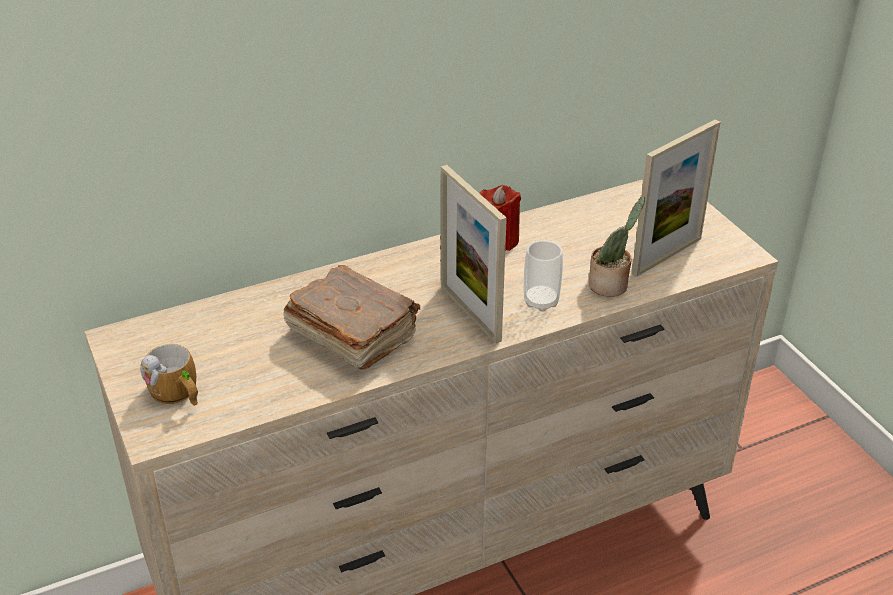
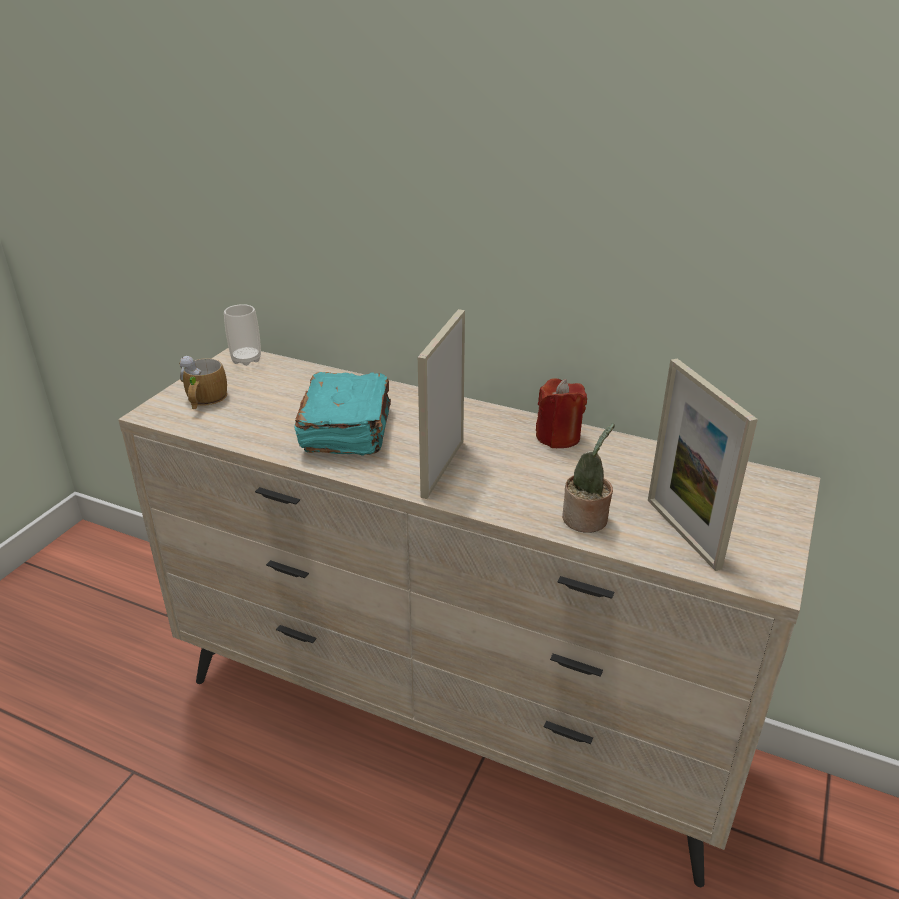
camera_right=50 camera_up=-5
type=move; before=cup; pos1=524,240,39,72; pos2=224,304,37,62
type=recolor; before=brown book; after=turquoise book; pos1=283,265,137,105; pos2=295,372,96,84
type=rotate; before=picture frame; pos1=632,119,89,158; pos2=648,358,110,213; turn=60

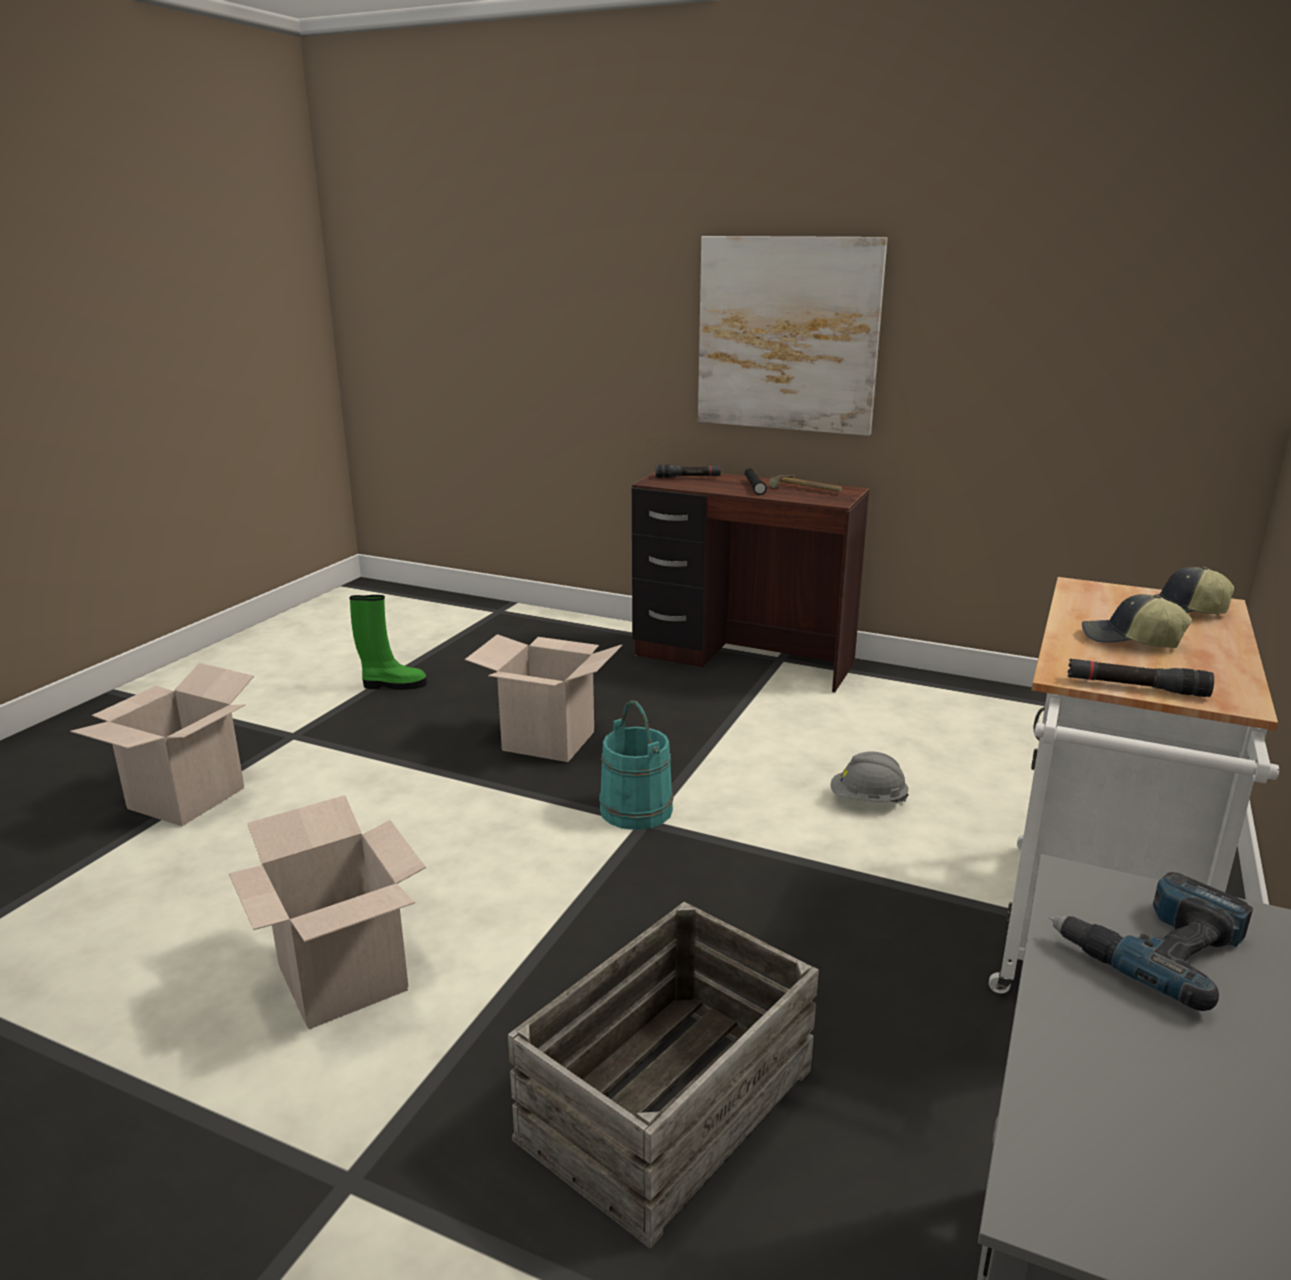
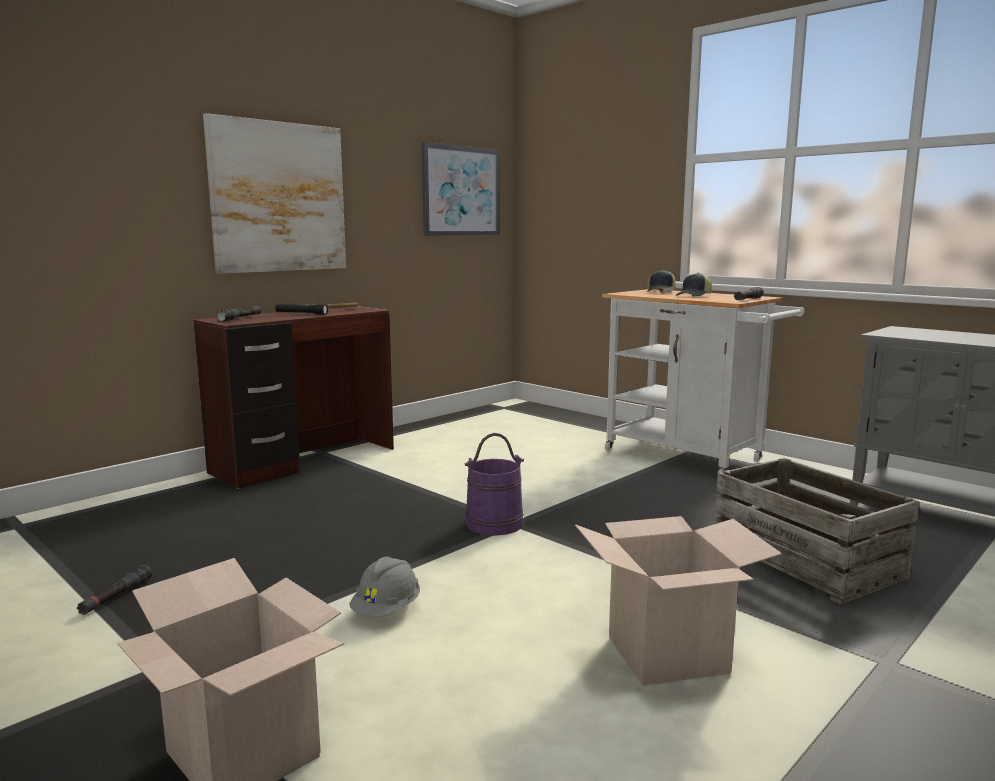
camera_right=-70 camera_up=-10
type=delete; before=cardboard box; pos1=465,634,157,128
type=delete; before=power drill; pos1=1049,872,204,139
type=insert; after=picture; pos2=422,142,78,94
type=move; before=grey hard hat; pos1=831,751,78,52; pos2=349,557,71,60
type=replace; before=green boot; after=black flashlight; pos1=350,595,77,95; pos2=77,565,75,50
type=recolor; before=turquoise bucket; after=purple bucket; pos1=599,700,74,130; pos2=464,433,60,103

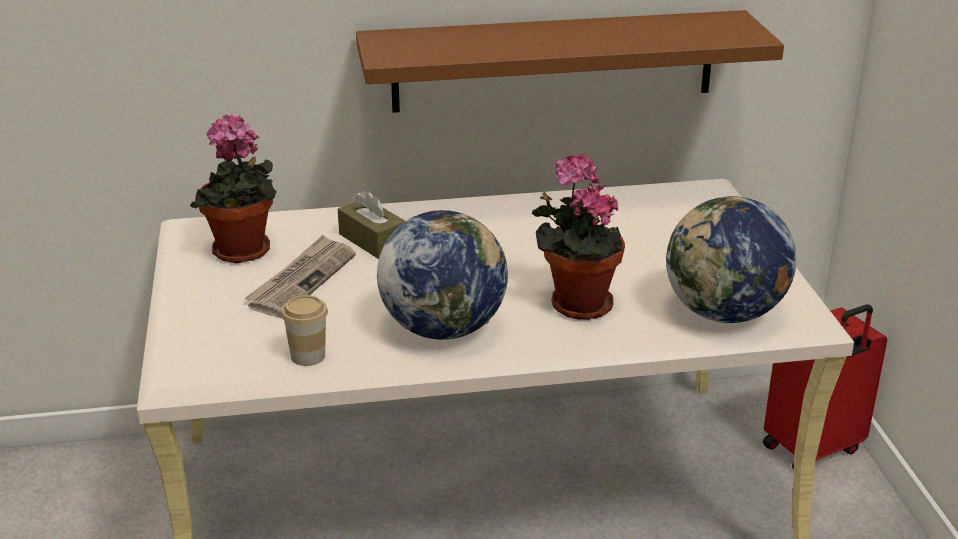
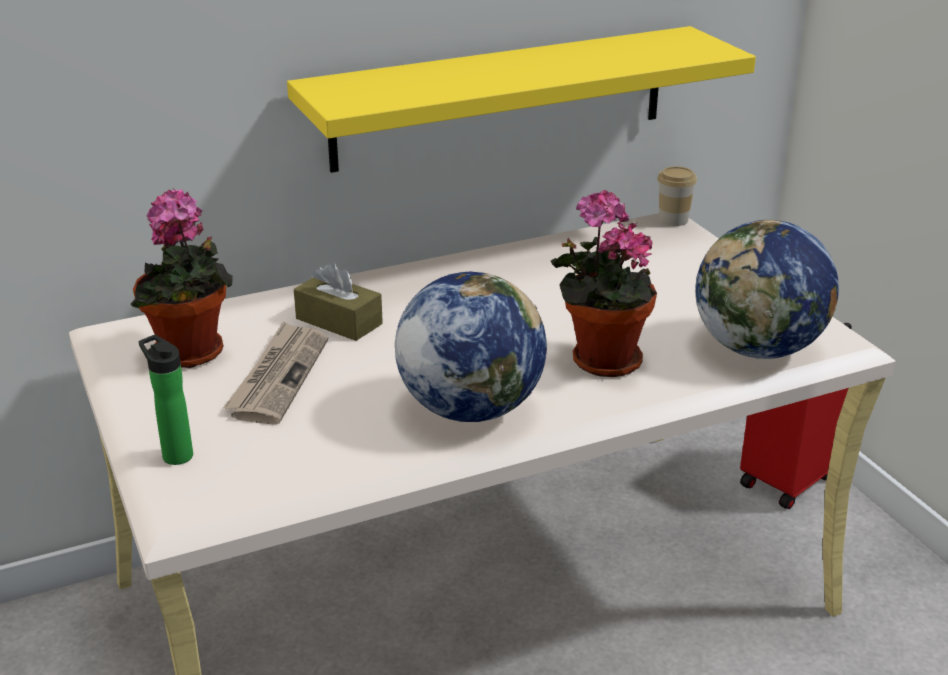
camera_right=-15 camera_up=0
type=insert; after=bottle; pos2=139,335,54,130
type=move; before=cup; pos1=281,295,47,71; pos2=657,166,40,60
type=recolor; before=brown shelf; after=yellow shelf; pos1=356,10,428,103; pos2=287,26,469,147

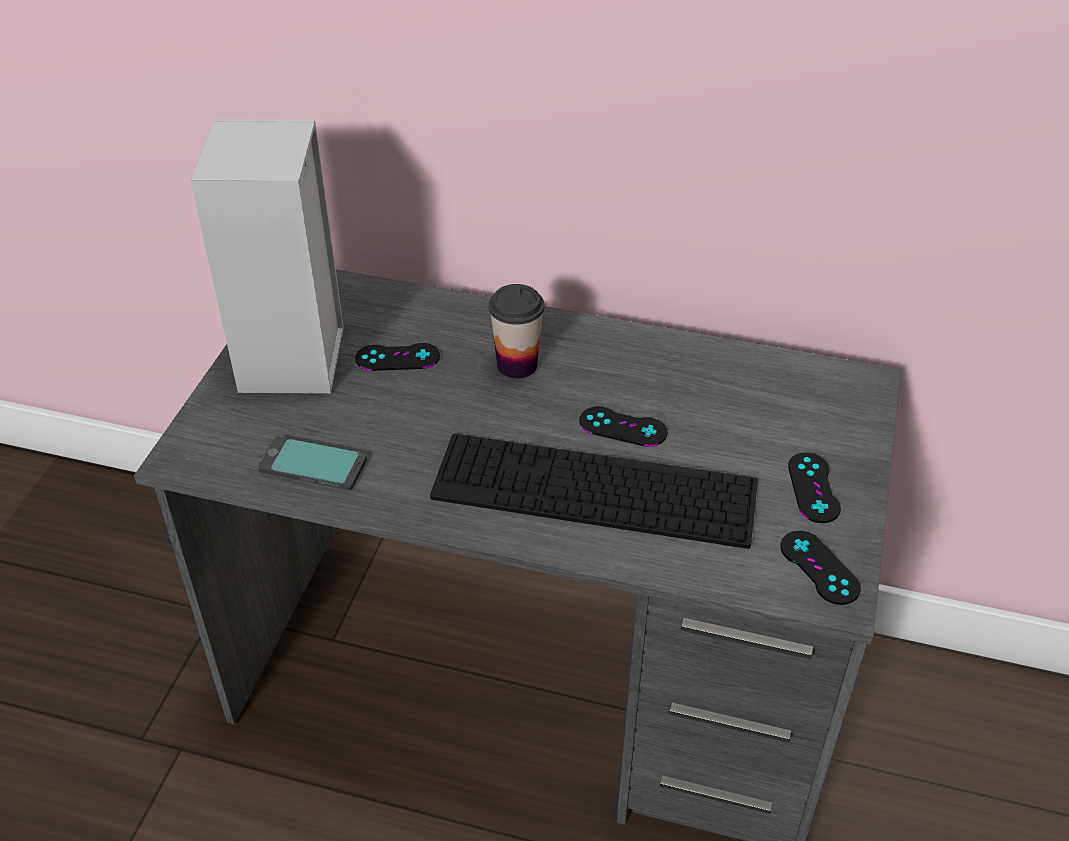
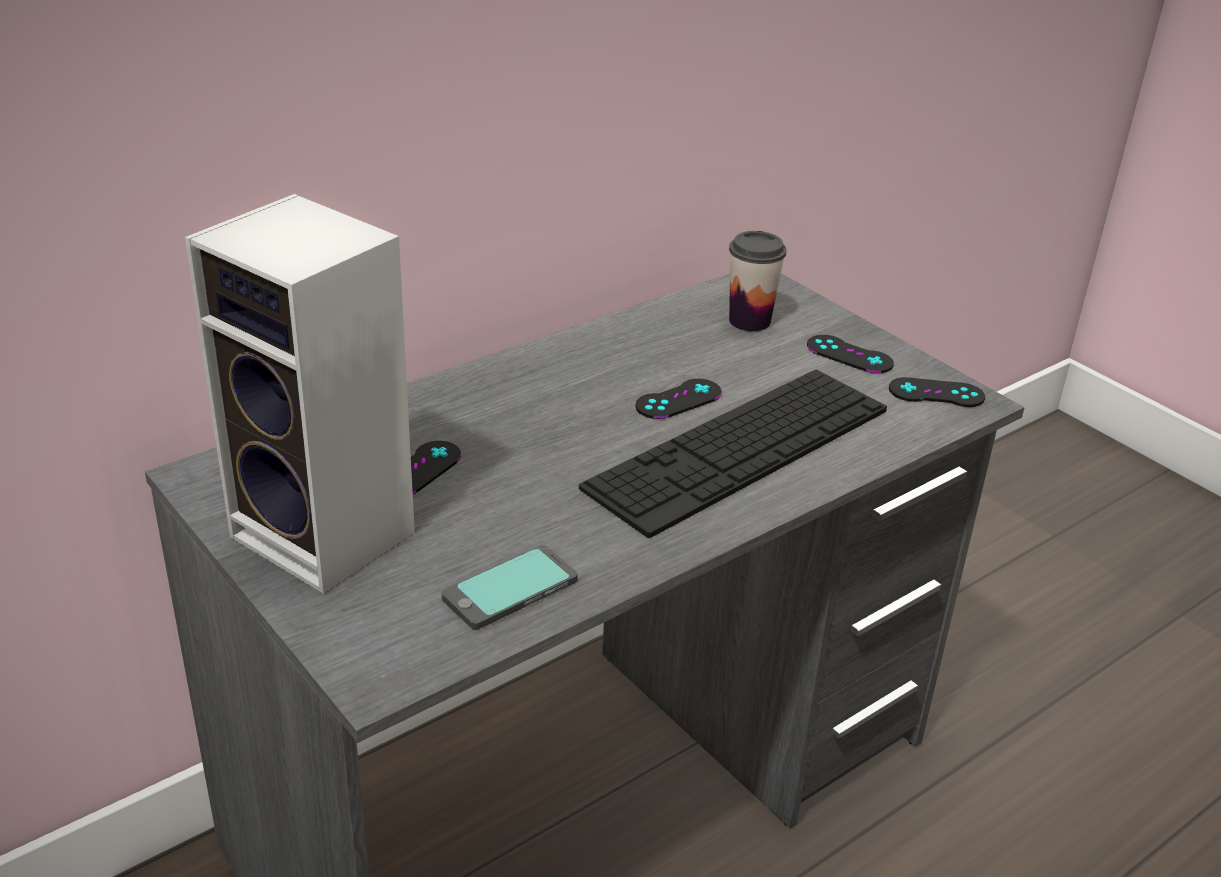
camera_right=-55 camera_up=-10
type=move; before=cup; pos1=489,284,55,95; pos2=729,231,57,100

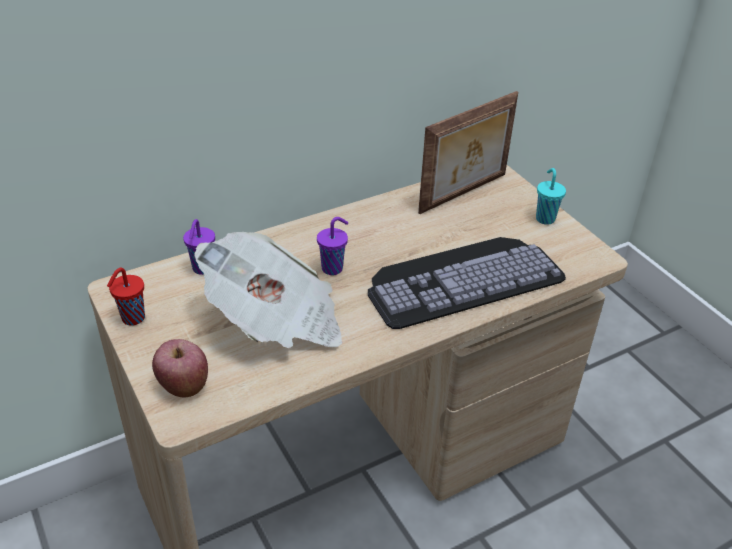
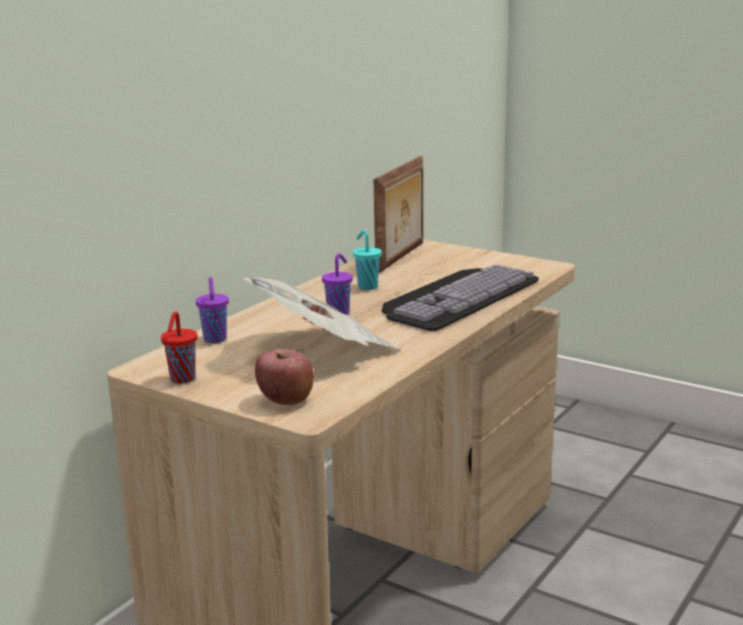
camera_right=-25 camera_up=-20
type=move; before=turquoise cup; pos1=536,168,30,57; pos2=353,230,29,60

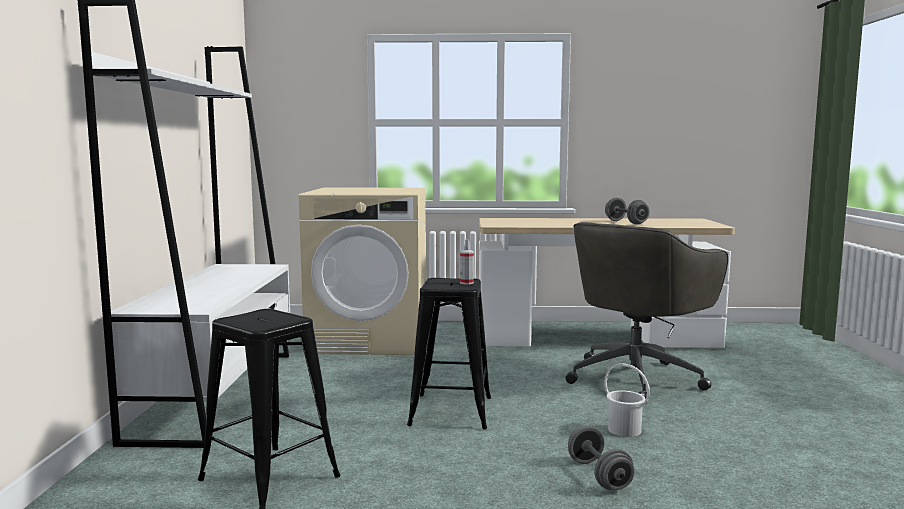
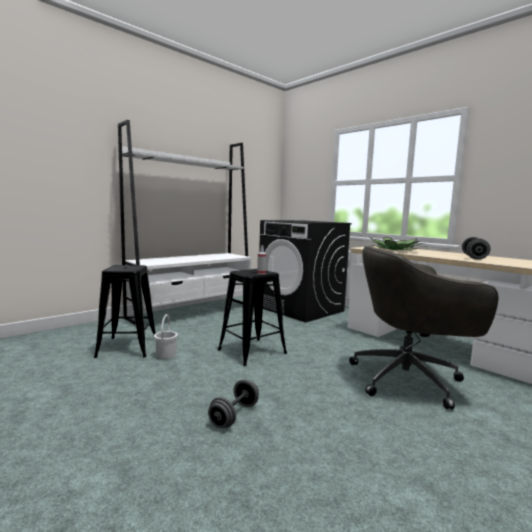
camera_right=45 camera_up=0
type=insert; after=potted plant; pos2=368,237,56,13
type=move; before=white bucket; pos1=604,363,46,74; pos2=154,314,24,45
type=recolor; before=beige washing machine; after=black washing machine; pos1=299,188,127,167; pos2=259,220,93,103

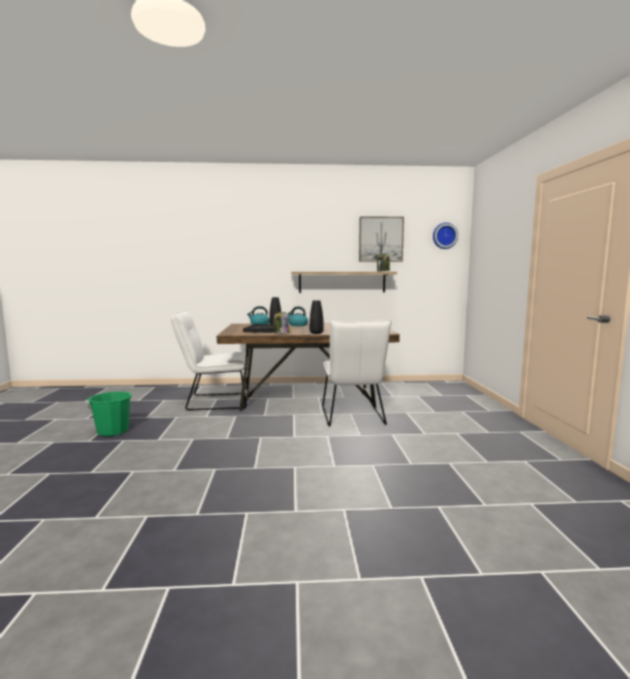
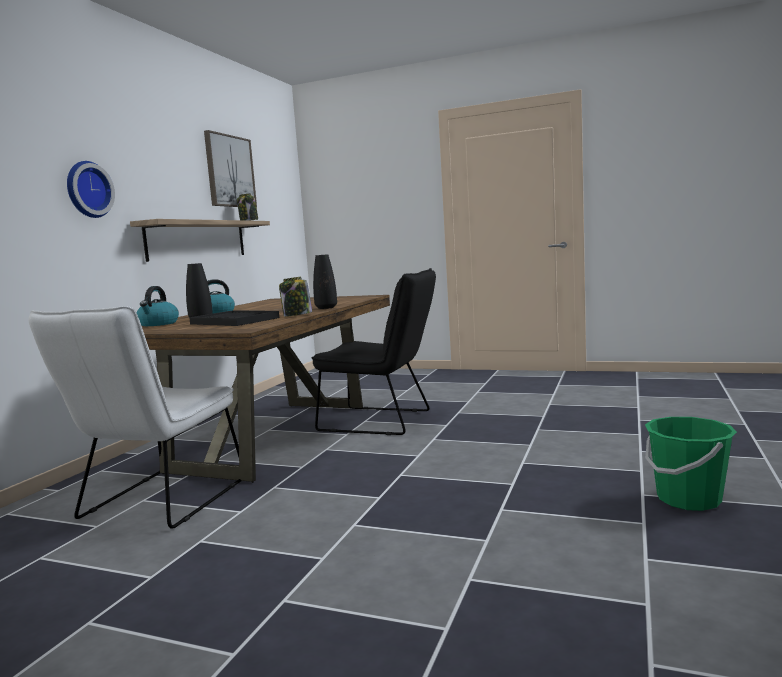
camera_right=-65 camera_up=0
type=move; before=green bucket; pos1=87,391,45,45; pos2=645,417,92,94
type=move; before=wall clock; pos1=433,223,25,26; pos2=67,161,48,57
type=recolor; before=white chair; after=black chair; pos1=322,320,70,107; pos2=311,268,125,167

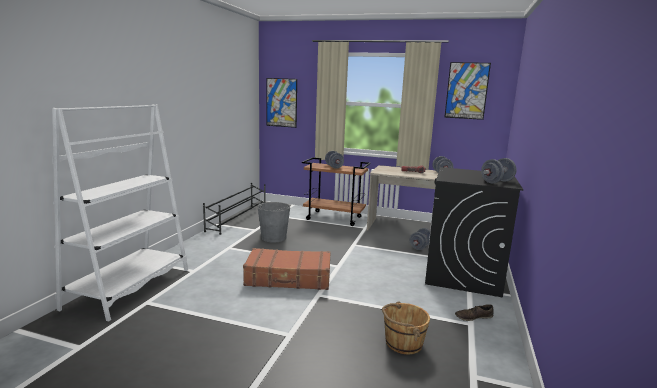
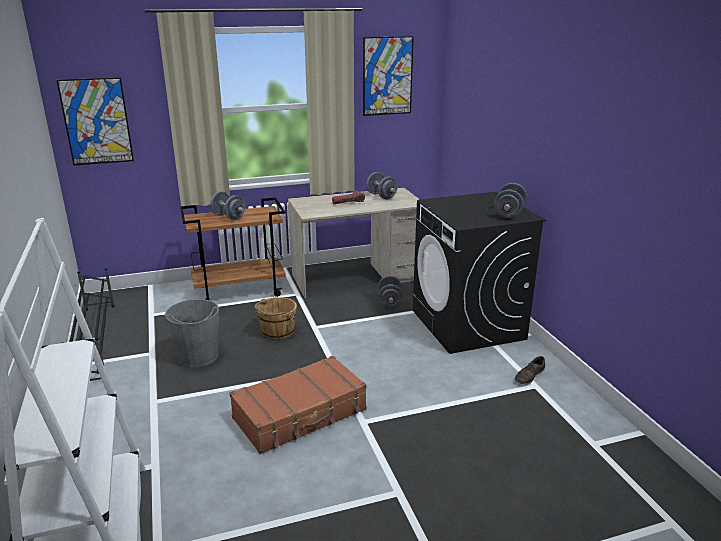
camera_right=-35 camera_up=10
type=move; before=brown bucket; pos1=382,301,48,54; pos2=255,297,42,43

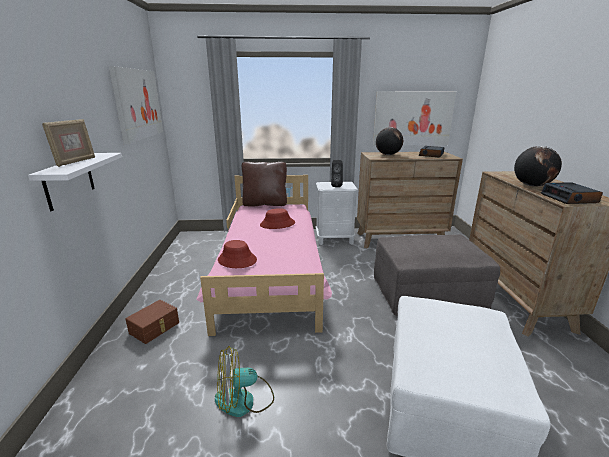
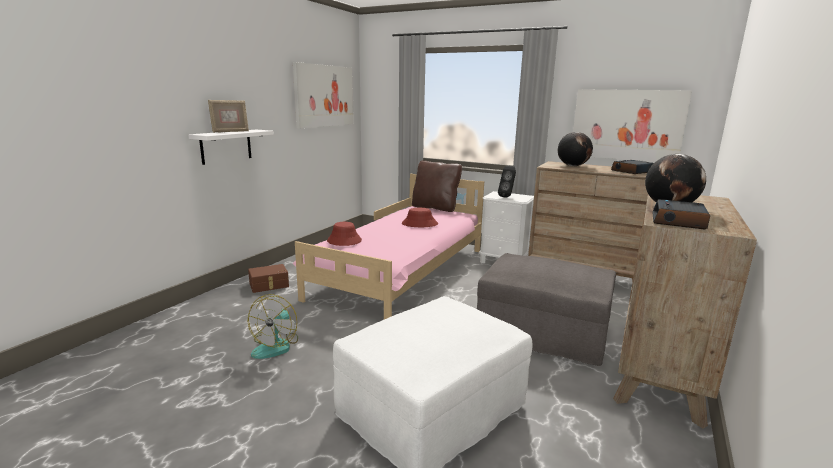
camera_right=30 camera_up=-5
type=rotate; before=fan; pos1=215,346,59,71; pos2=248,294,50,65; turn=-90

